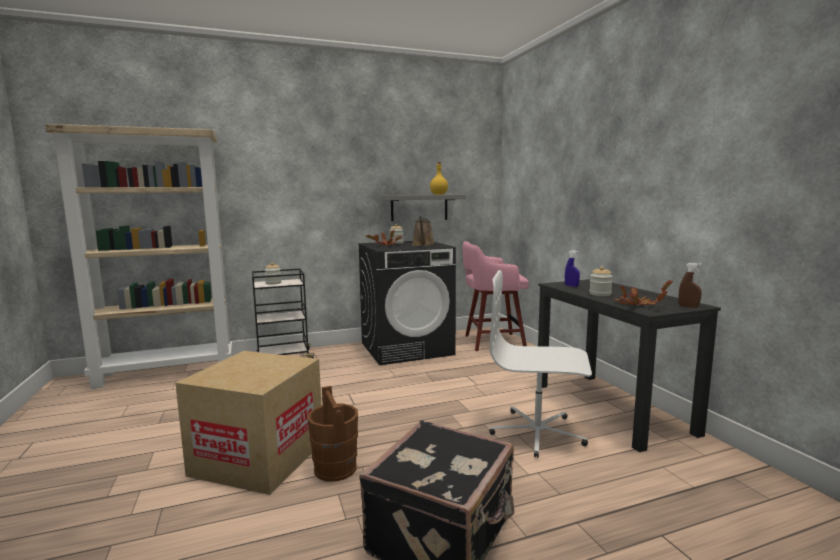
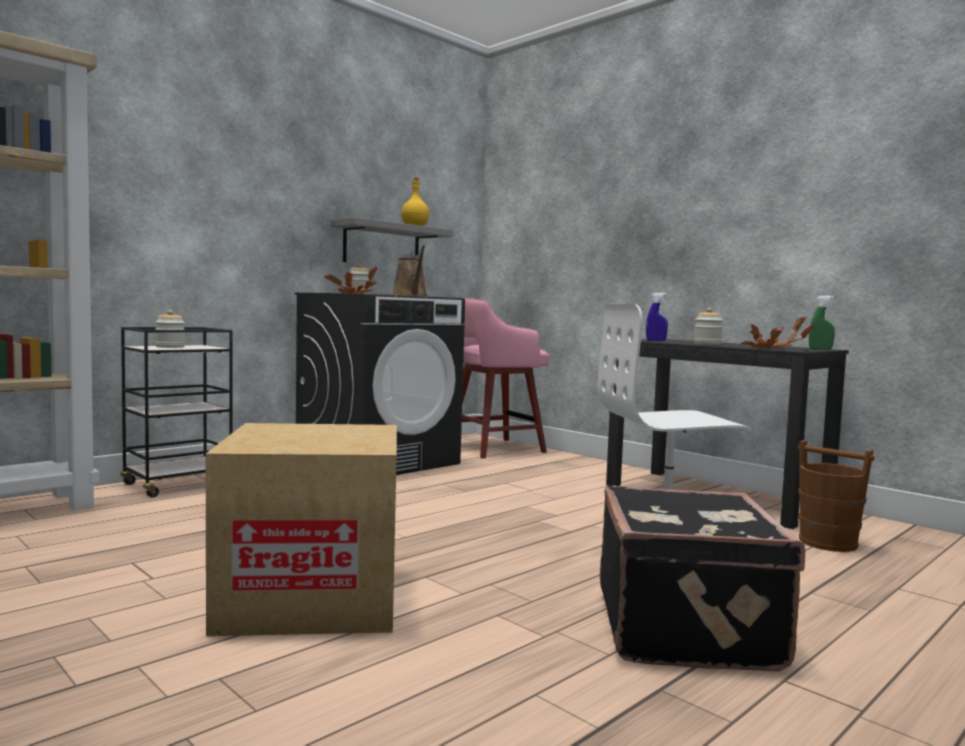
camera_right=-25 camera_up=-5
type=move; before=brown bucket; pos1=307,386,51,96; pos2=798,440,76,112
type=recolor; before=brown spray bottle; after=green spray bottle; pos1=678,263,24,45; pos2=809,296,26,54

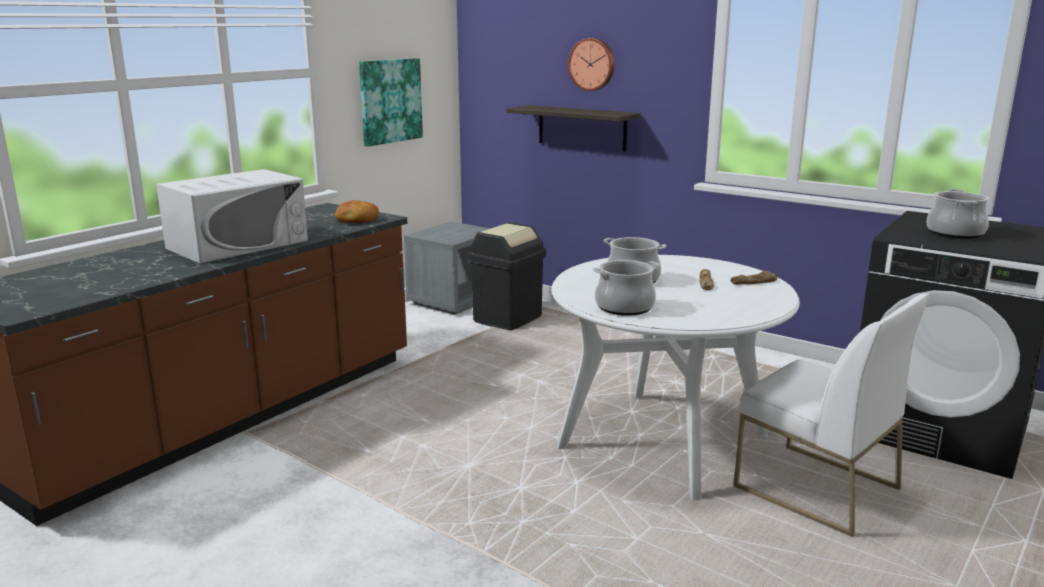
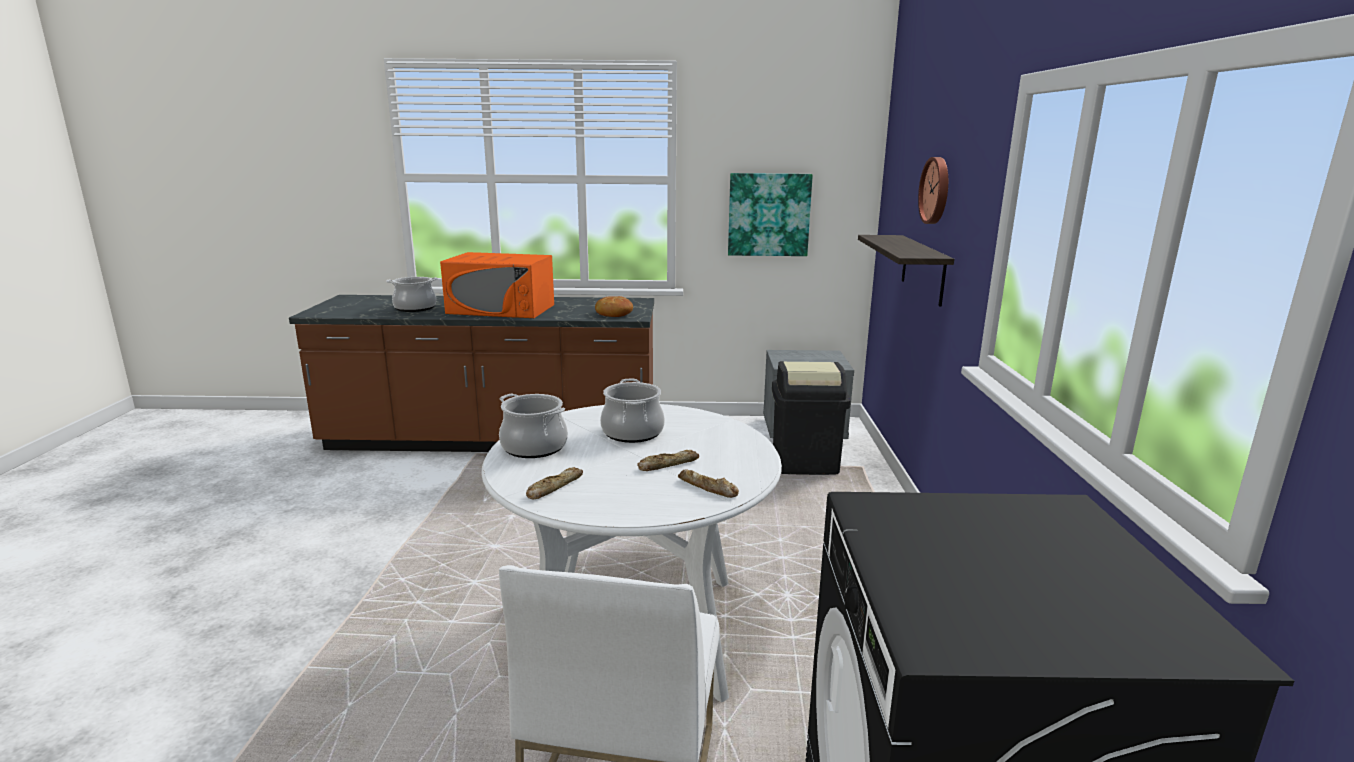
camera_right=55 camera_up=0
type=insert; after=bread; pos2=526,467,57,32
type=move; before=cooking pot; pos1=926,189,64,50; pos2=386,277,52,35
type=recolor; before=white microwave; after=orange microwave; pos1=156,169,152,95; pos2=440,252,114,66

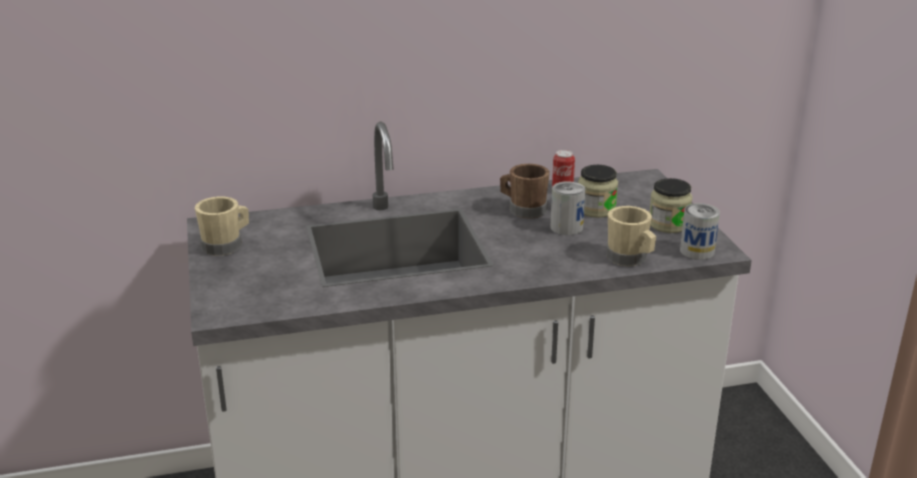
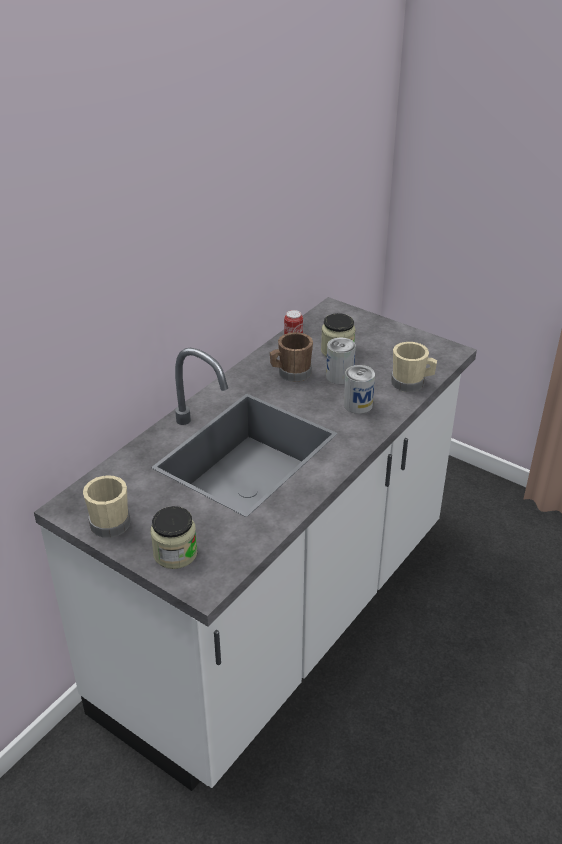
camera_right=-40 camera_up=10
type=move; before=jar; pos1=650,178,43,55; pos2=150,506,48,63
type=move; before=can; pos1=680,203,40,57; pos2=344,365,31,49

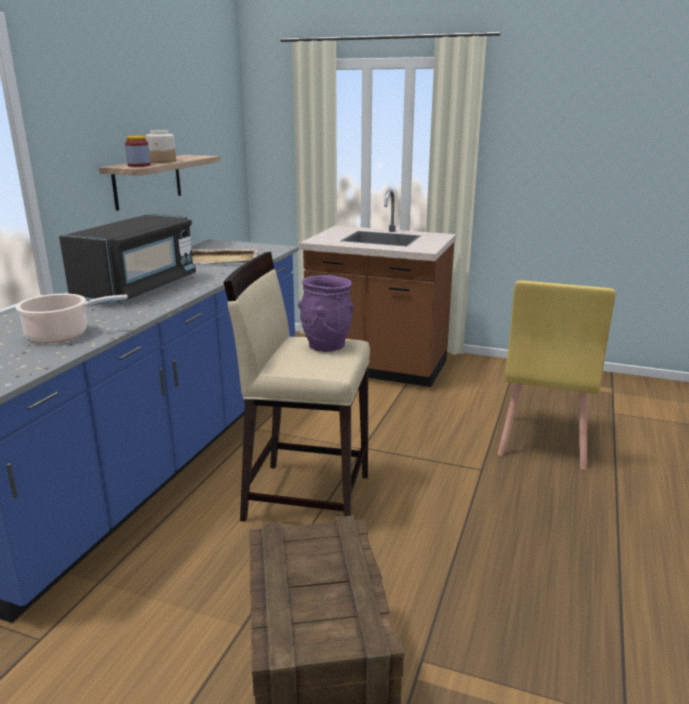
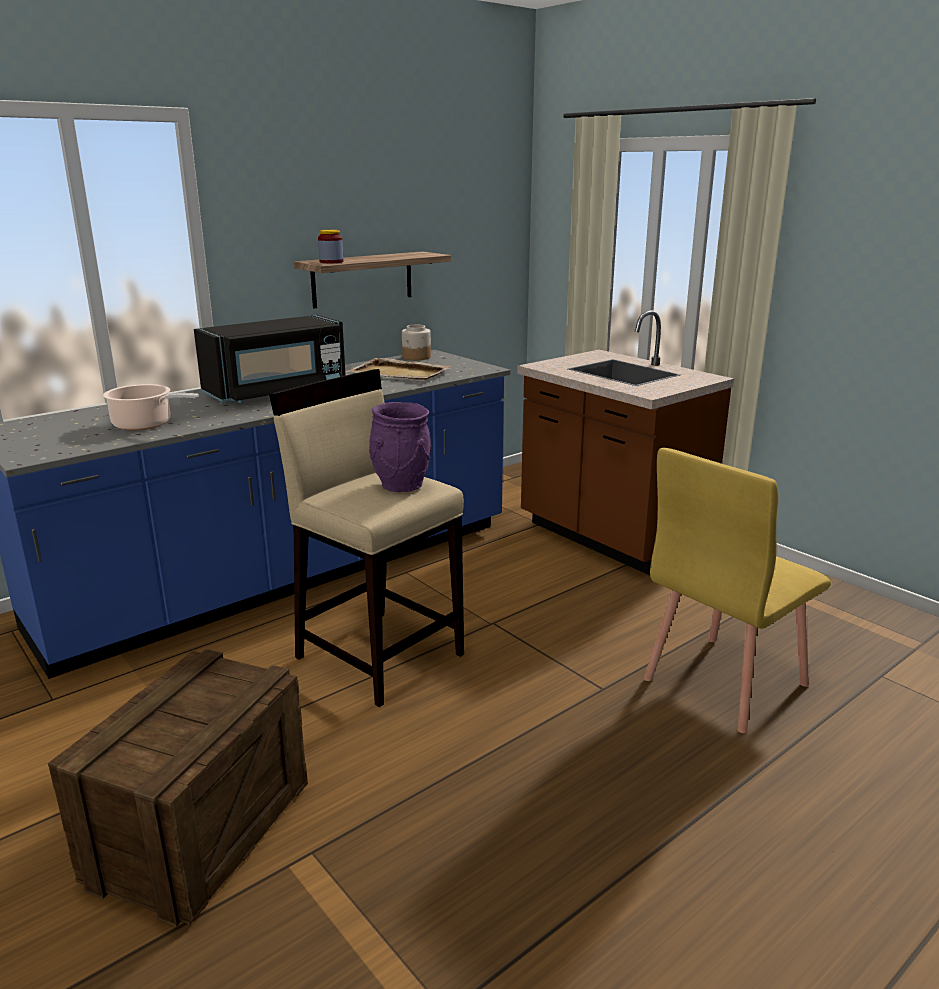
camera_right=30 camera_up=0
type=move; before=jar; pos1=146,130,30,33; pos2=402,325,29,35

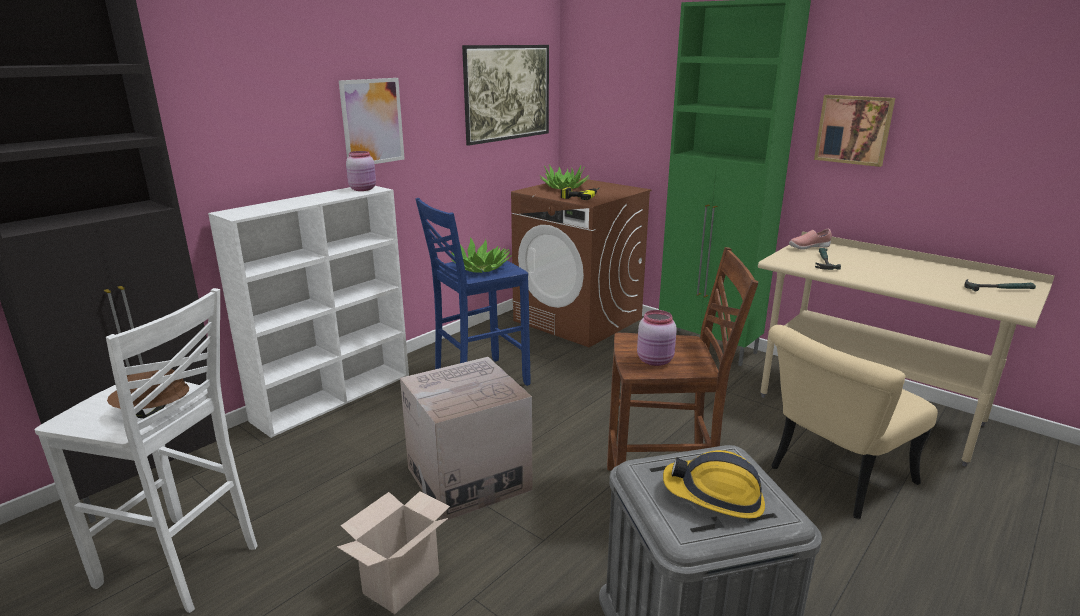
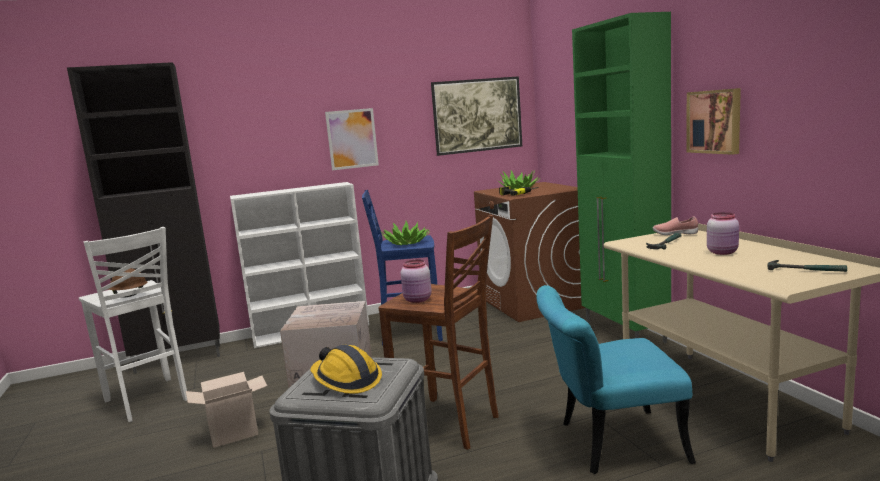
camera_right=30 camera_up=-10
type=move; before=pink jar; pos1=346,151,30,40; pos2=707,212,32,43
type=recolor; before=beige chair; after=turquoise chair; pos1=768,325,170,194; pos2=536,285,160,189

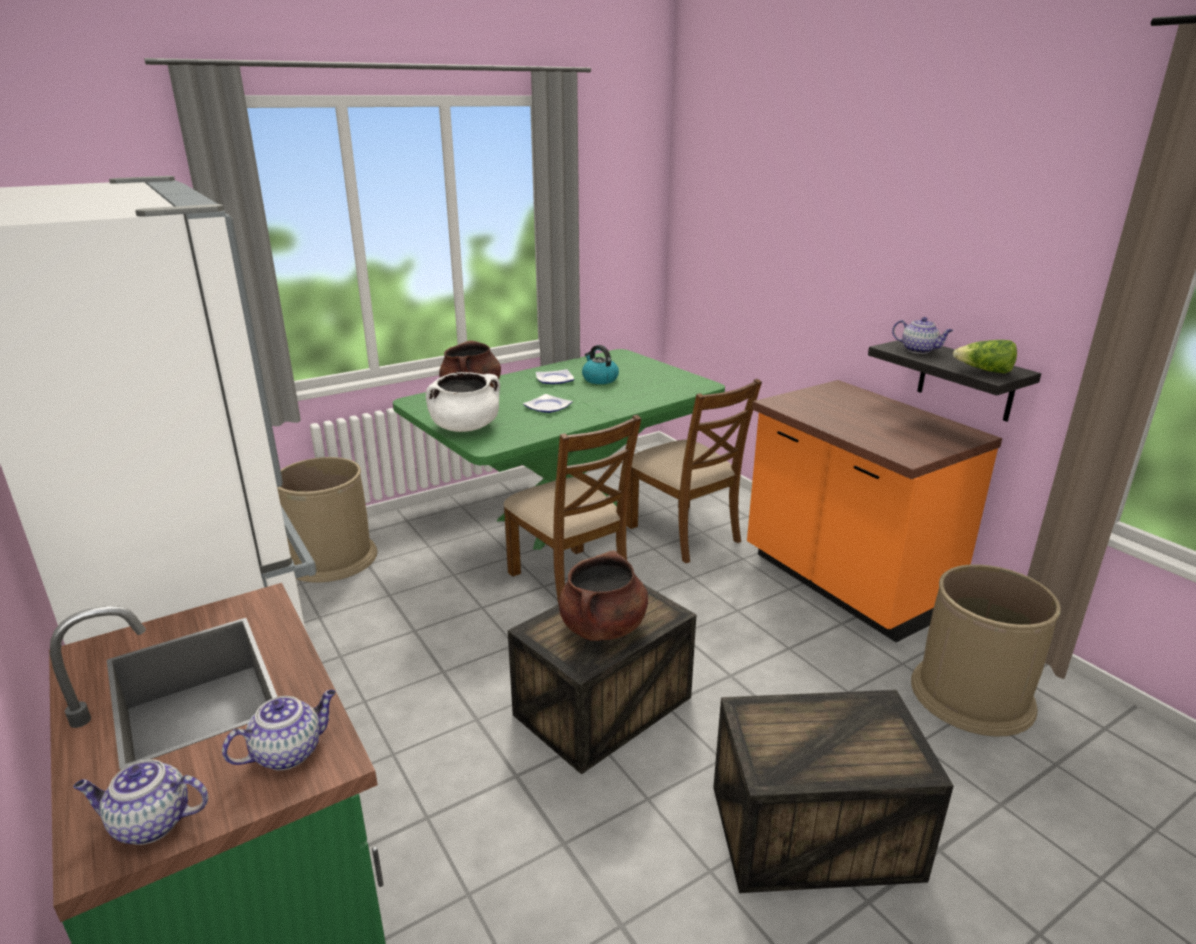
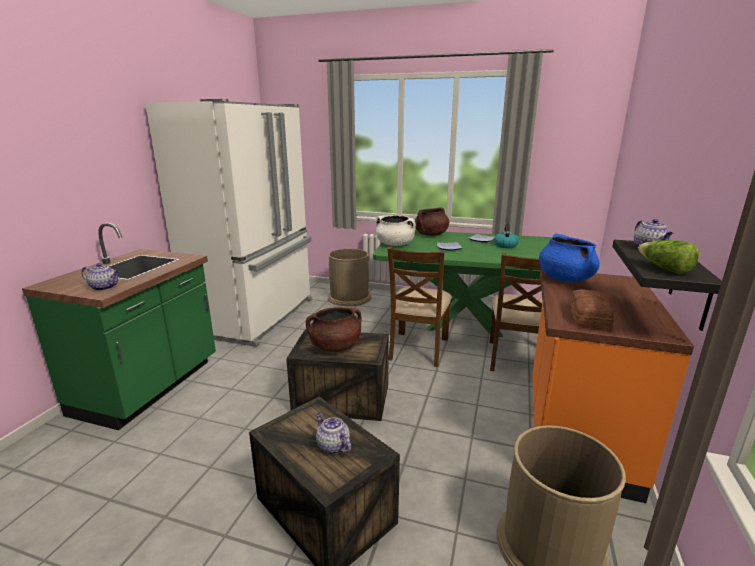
camera_right=50 camera_up=-5
type=insert; after=blue cooking pot; pos2=539,233,61,49
type=insert; after=bread; pos2=570,289,44,40
type=move; before=teapot; pos1=73,759,135,86; pos2=316,413,35,42

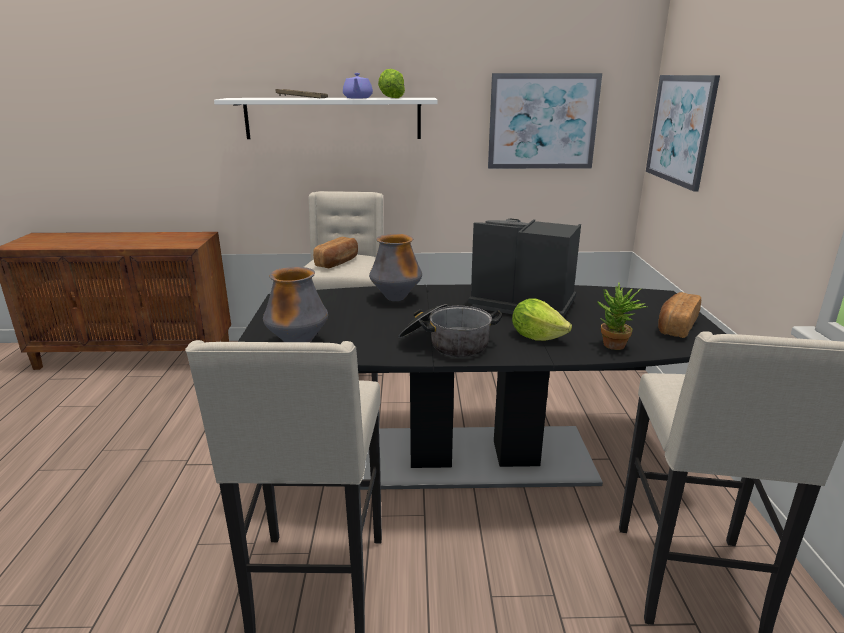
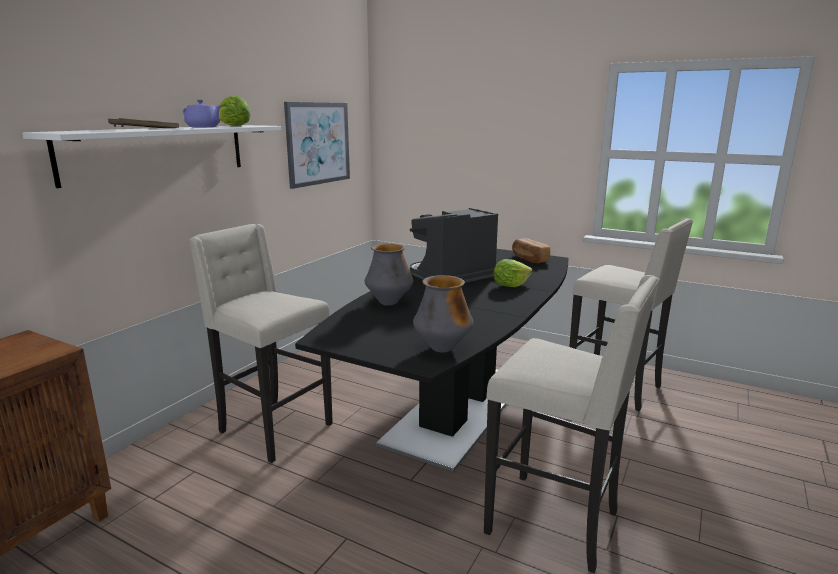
camera_right=-60 camera_up=-5
type=delete; before=bread; pos1=313,237,45,31
type=delete; before=cooking pot; pos1=398,304,104,54
type=delete; before=potted plant; pos1=597,283,50,67
type=delete; before=picture; pos1=646,75,74,117

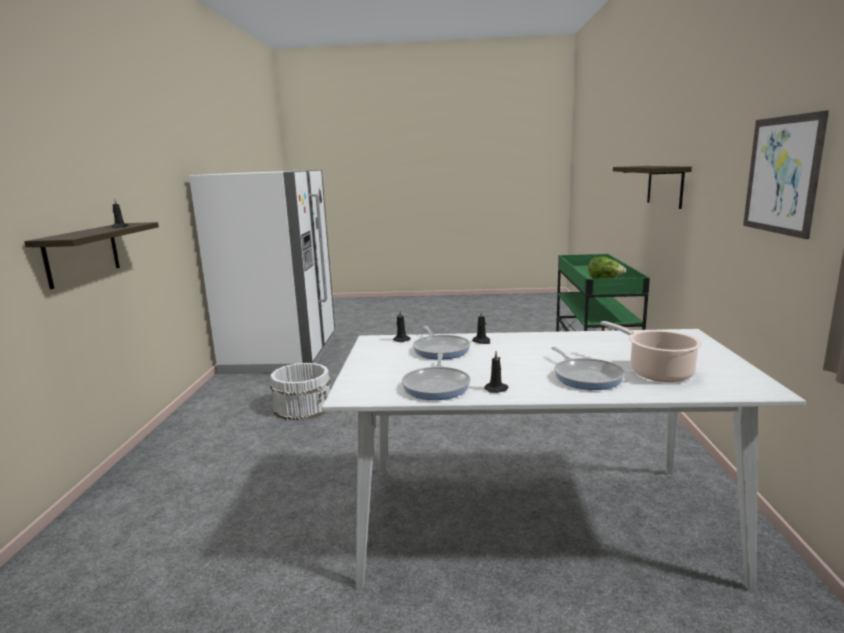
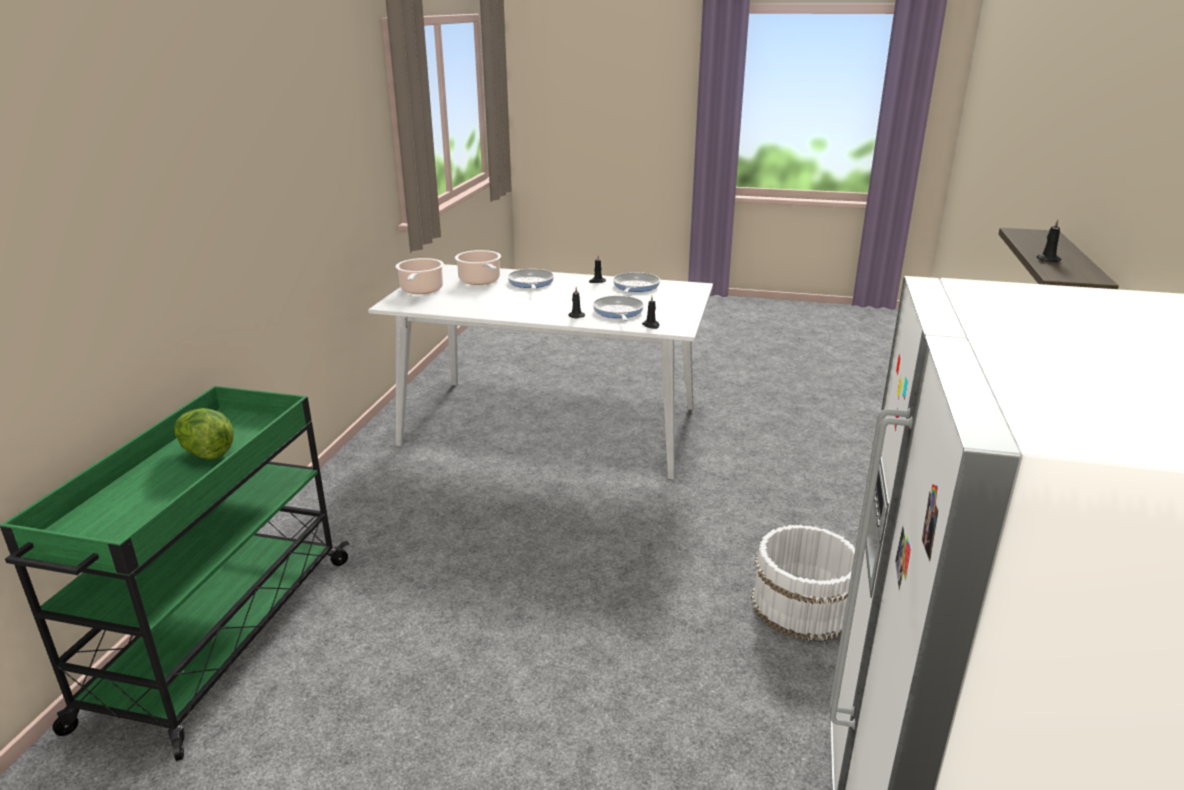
camera_right=-170 camera_up=10
type=delete; before=shelf; pos1=613,166,79,43
type=delete; before=picture; pos1=743,110,86,129
type=insert; after=cooking pot; pos2=395,258,49,36

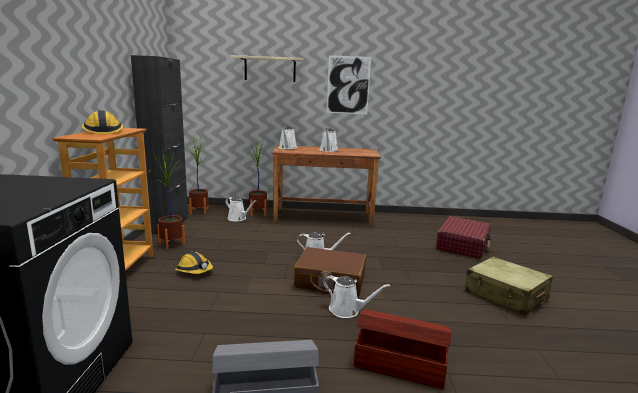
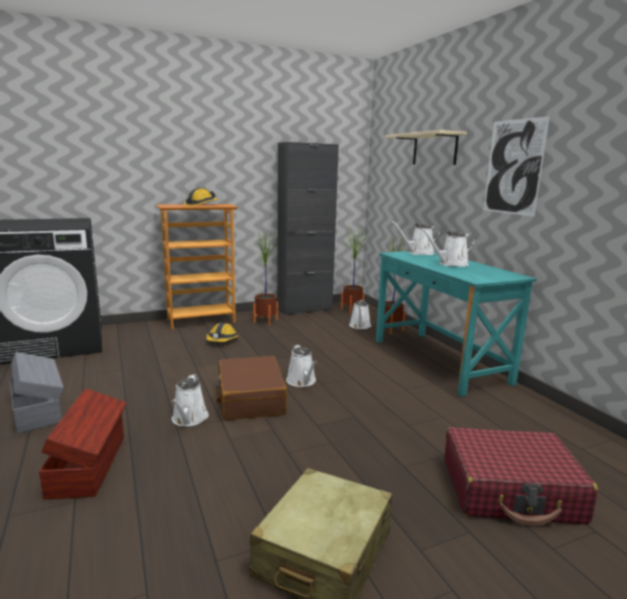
camera_right=65 camera_up=0
type=recolor; before=brown desk; after=turquoise desk; pos1=272,145,109,82; pos2=376,251,161,145

